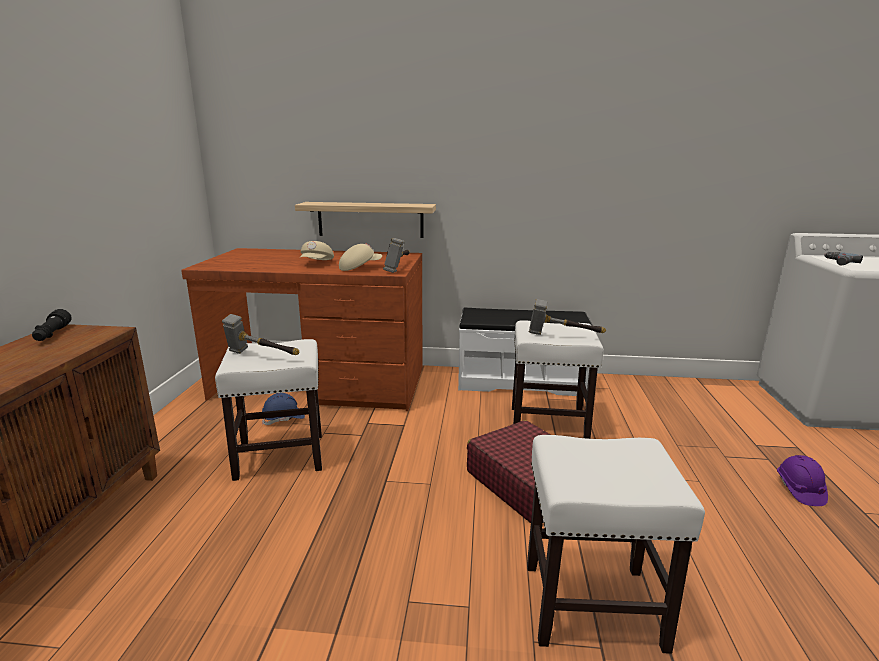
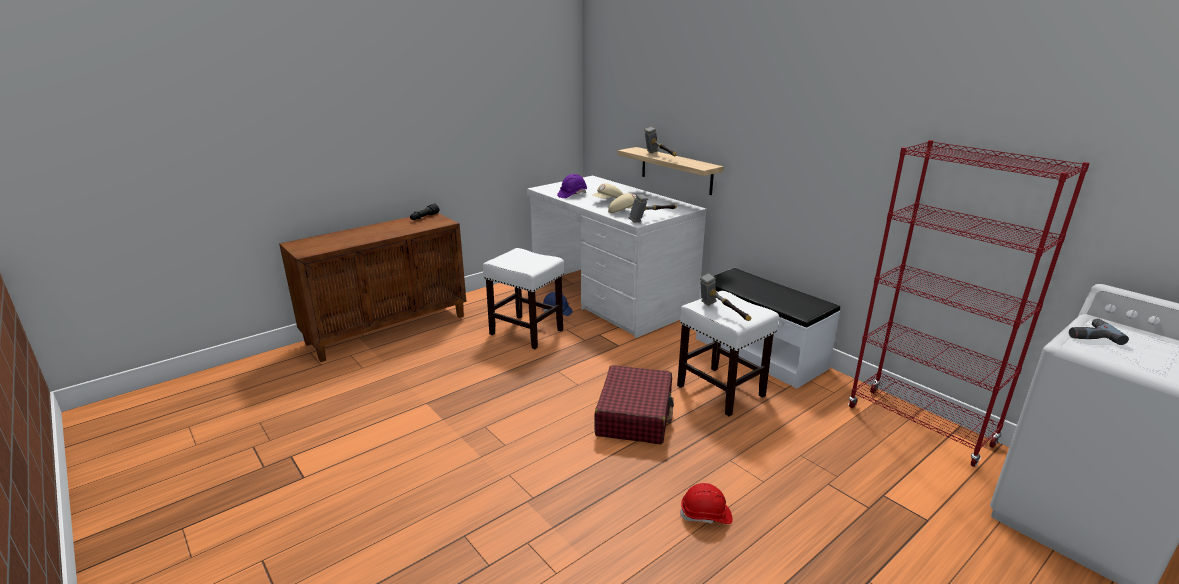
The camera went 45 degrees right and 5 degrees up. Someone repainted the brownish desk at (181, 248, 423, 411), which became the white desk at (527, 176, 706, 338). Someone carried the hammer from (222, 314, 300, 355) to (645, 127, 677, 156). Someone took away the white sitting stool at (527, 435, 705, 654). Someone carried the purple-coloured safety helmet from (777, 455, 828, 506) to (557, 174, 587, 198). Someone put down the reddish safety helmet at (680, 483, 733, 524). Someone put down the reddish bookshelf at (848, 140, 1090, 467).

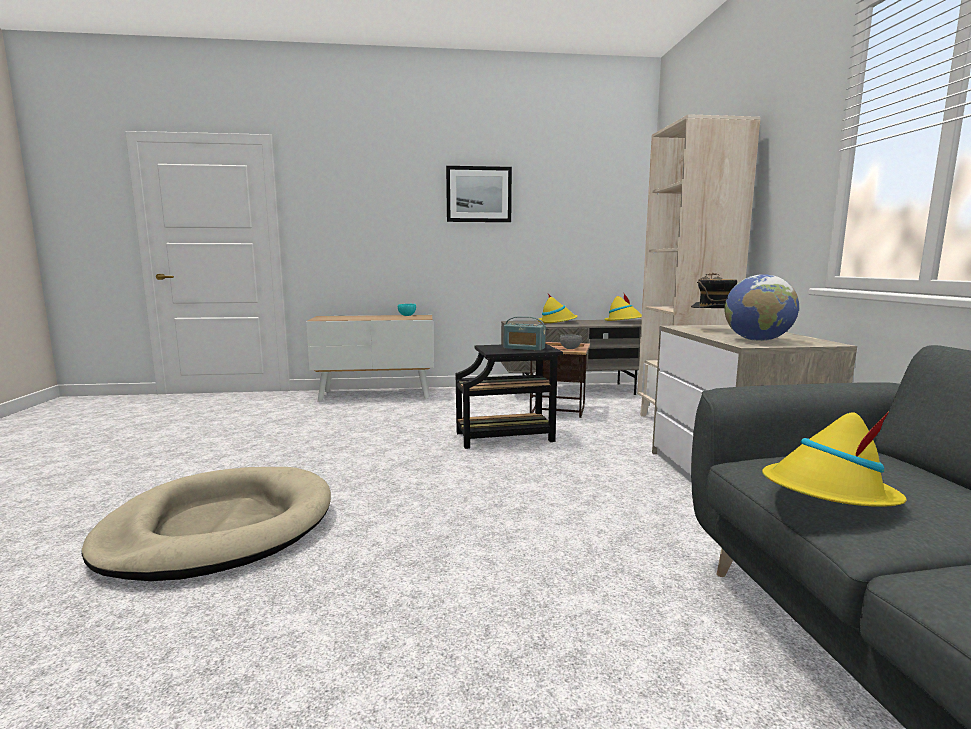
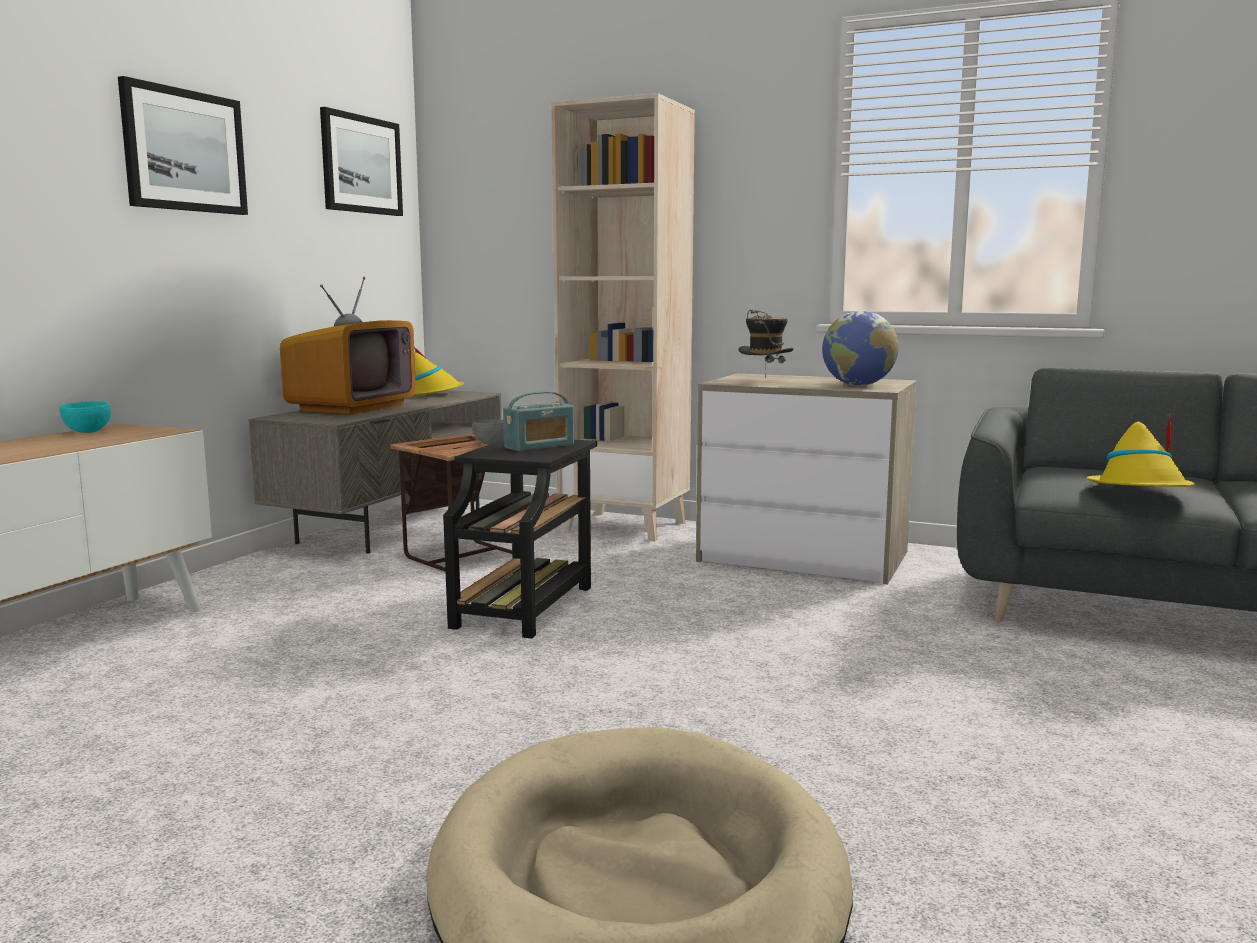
The camera went 60 degrees left and 0 degrees up. Someone swapped the yellow wearable hat at (537, 294, 578, 323) for the TV set at (280, 277, 416, 415). Someone put up the picture at (320, 107, 403, 216).

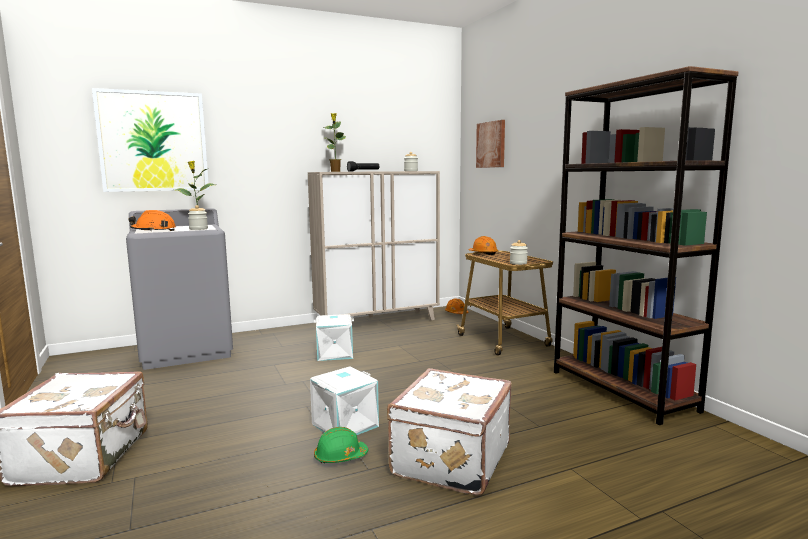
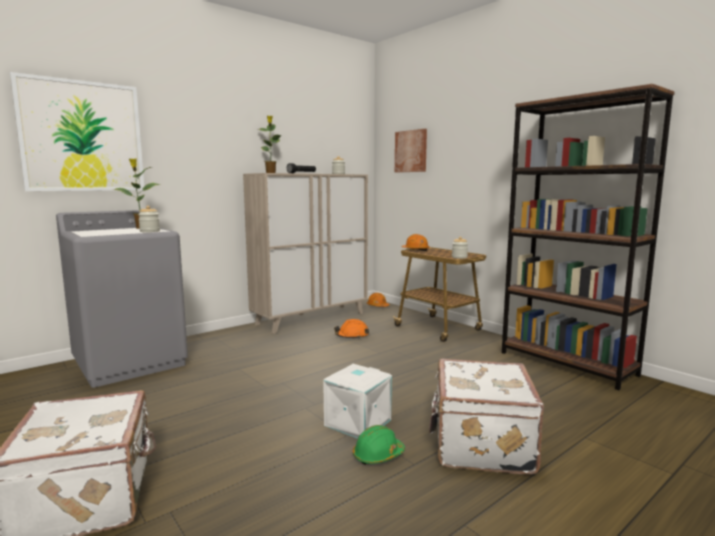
The camera went 15 degrees left and 0 degrees up. Someone carried the orange safety helmet from (128, 210, 176, 231) to (334, 319, 369, 339). Someone took away the white storage container at (314, 314, 354, 361).

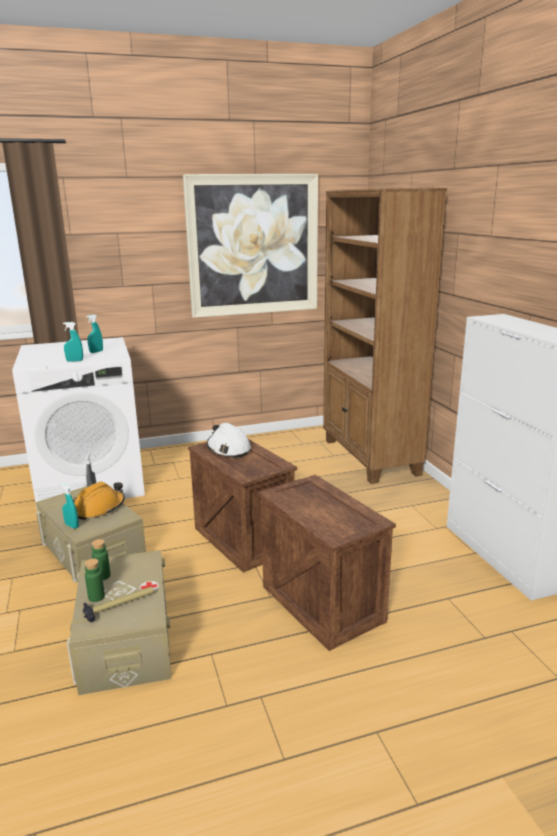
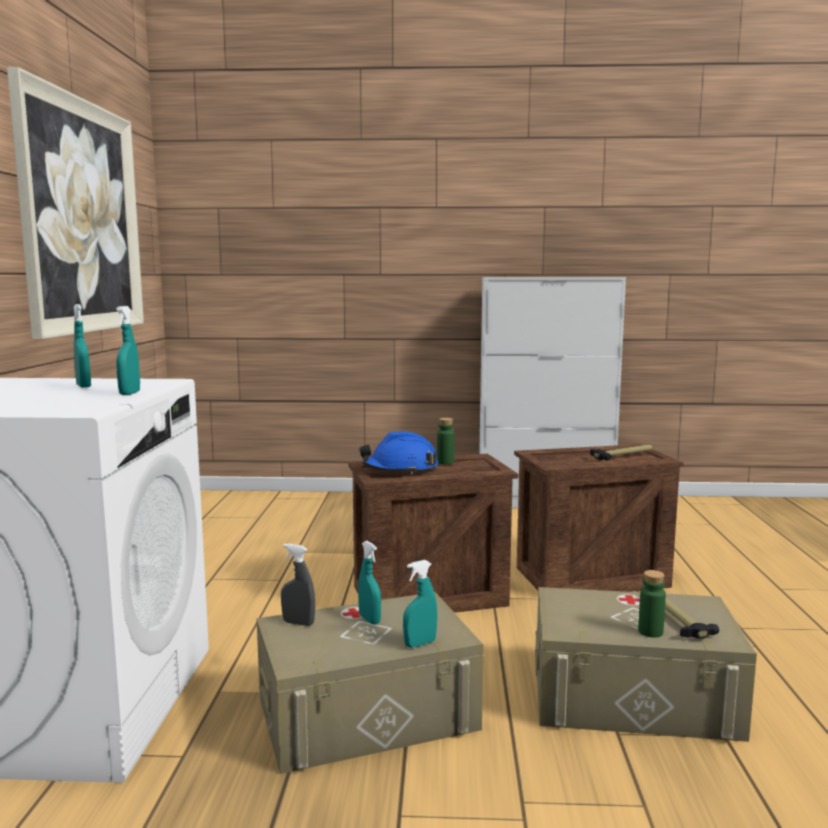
The camera went 70 degrees left and 10 degrees down. Someone swapped the orange safety helmet at (73, 482, 125, 520) for the turquoise sprayer at (358, 541, 381, 625). Someone carried the green-coloured drink bottle from (92, 539, 111, 580) to (437, 418, 454, 464). Someone repainted the white safety helmet at (207, 423, 251, 458), which became the bluish safety helmet at (359, 431, 438, 474). Someone took away the brownish bookshelf at (323, 188, 447, 484). Someone put down the hammer at (590, 445, 653, 460).

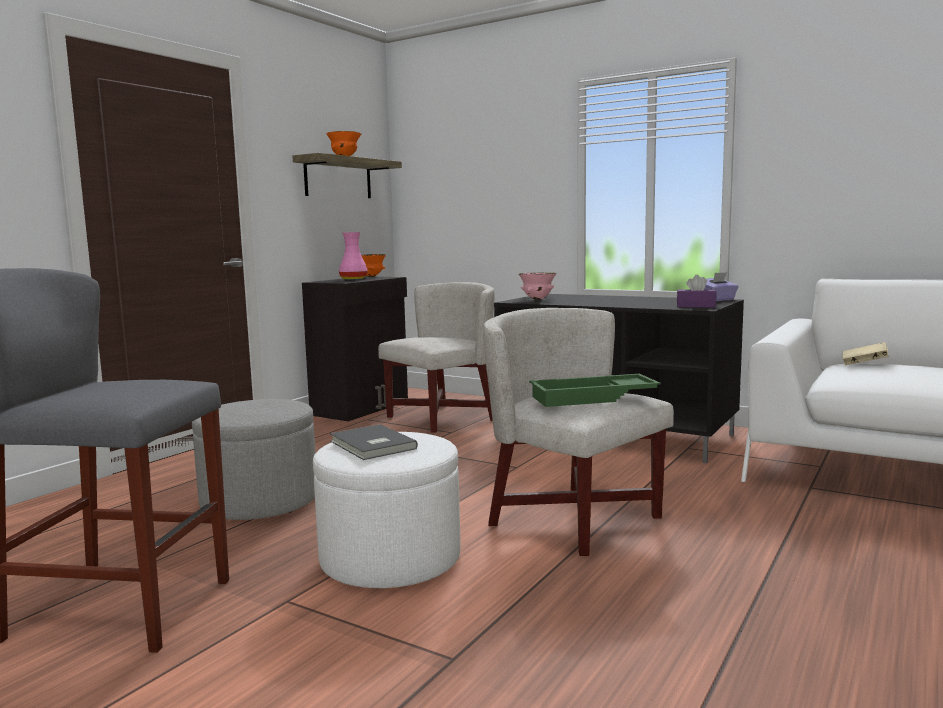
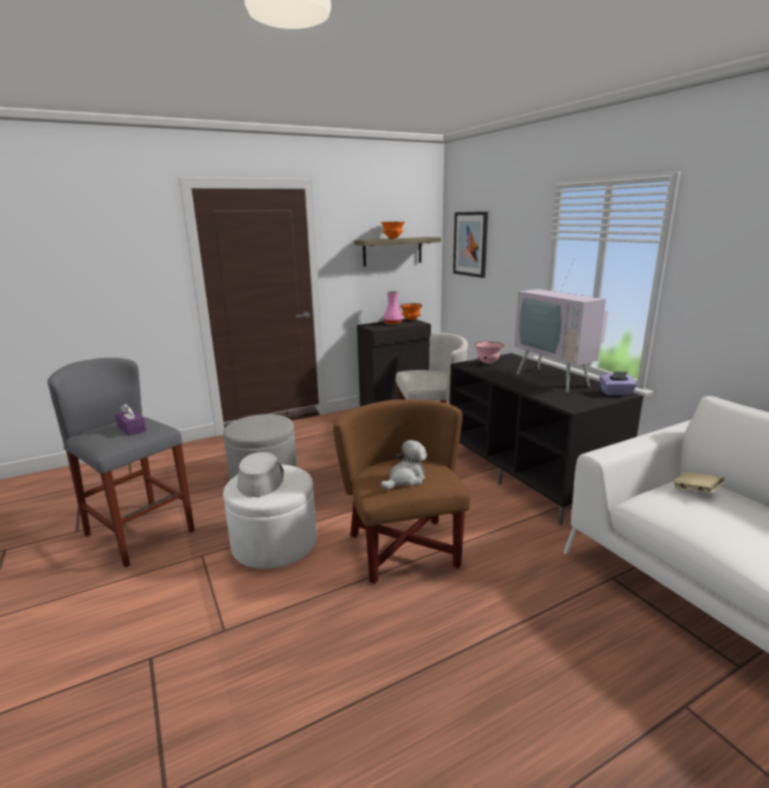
The camera went 30 degrees right and 10 degrees up. Someone swapped the gray bound book at (330, 424, 418, 460) for the gray wearable hat at (237, 452, 284, 497). Someone repainted the white armchair at (483, 308, 674, 556), which became the brownish armchair at (333, 399, 470, 584). Someone swapped the green-coloured serving tray at (529, 374, 661, 407) for the cuddly toy at (381, 440, 427, 489). Someone carried the purple-coloured box of tissues from (677, 275, 717, 308) to (115, 403, 146, 436). Someone put up the picture at (453, 212, 488, 278). Someone put down the TV set at (514, 255, 608, 392).

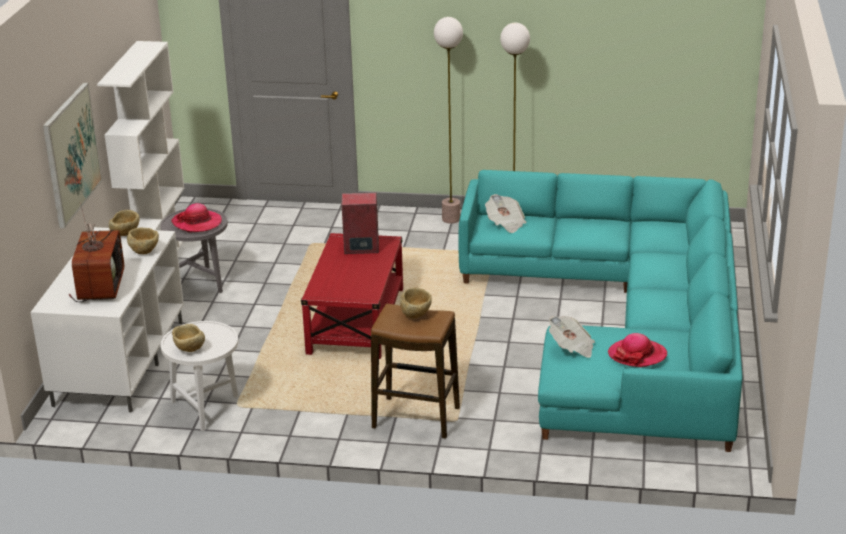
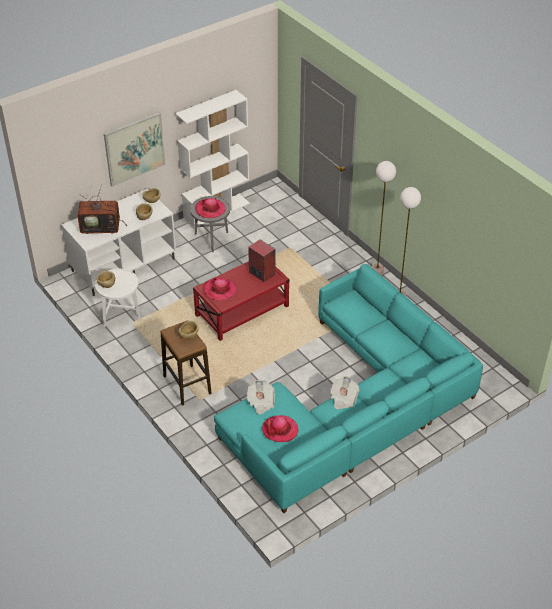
The camera went 45 degrees right and 15 degrees up. Someone rotated the TV set at (69, 202, 124, 302) by 45 degrees clockwise. Someone carried the newspaper from (485, 194, 526, 233) to (330, 376, 360, 409). Someone put down the wearable hat at (204, 278, 236, 301).

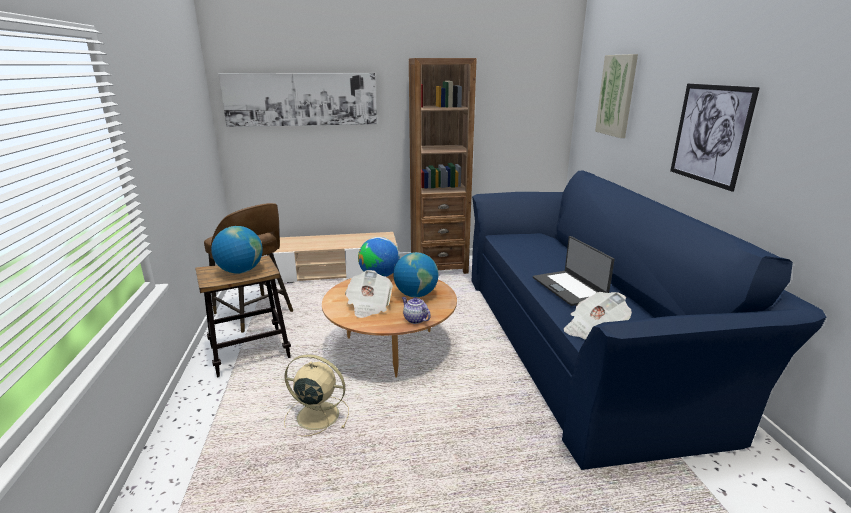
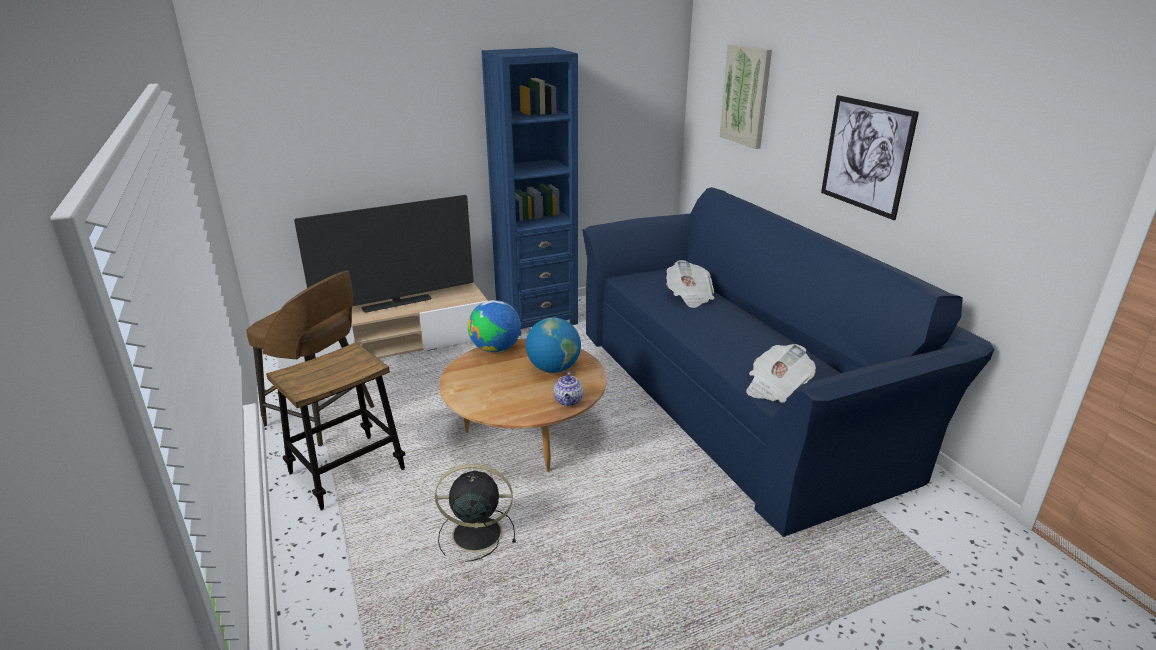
The camera went 15 degrees left and 5 degrees up. Someone took away the desk globe at (211, 226, 263, 273). Someone took away the picture at (218, 73, 377, 127). Someone repainted the sand-coloured electric fan at (284, 355, 349, 436), which became the black electric fan at (435, 464, 516, 562). Someone carried the newspaper from (345, 270, 393, 318) to (666, 260, 715, 308). Someone rotated the pot for tea at (402, 297, 431, 324) by 120 degrees counterclockwise. Someone repainted the brownish bookshelf at (409, 58, 477, 274), which became the bluish bookshelf at (481, 47, 578, 336). Someone took away the notebook computer at (533, 236, 615, 306). Someone put down the TV set at (294, 195, 474, 313).

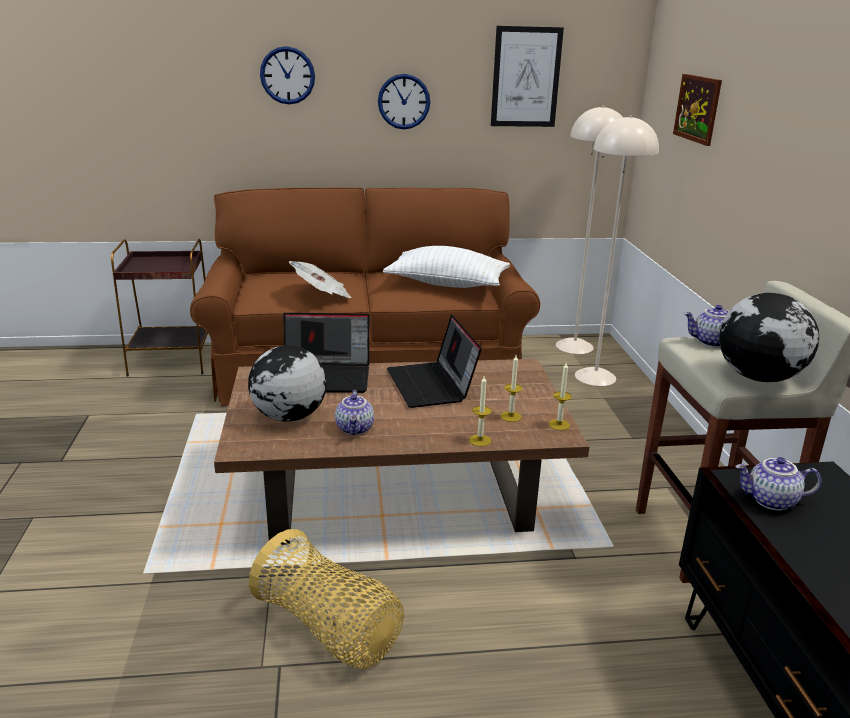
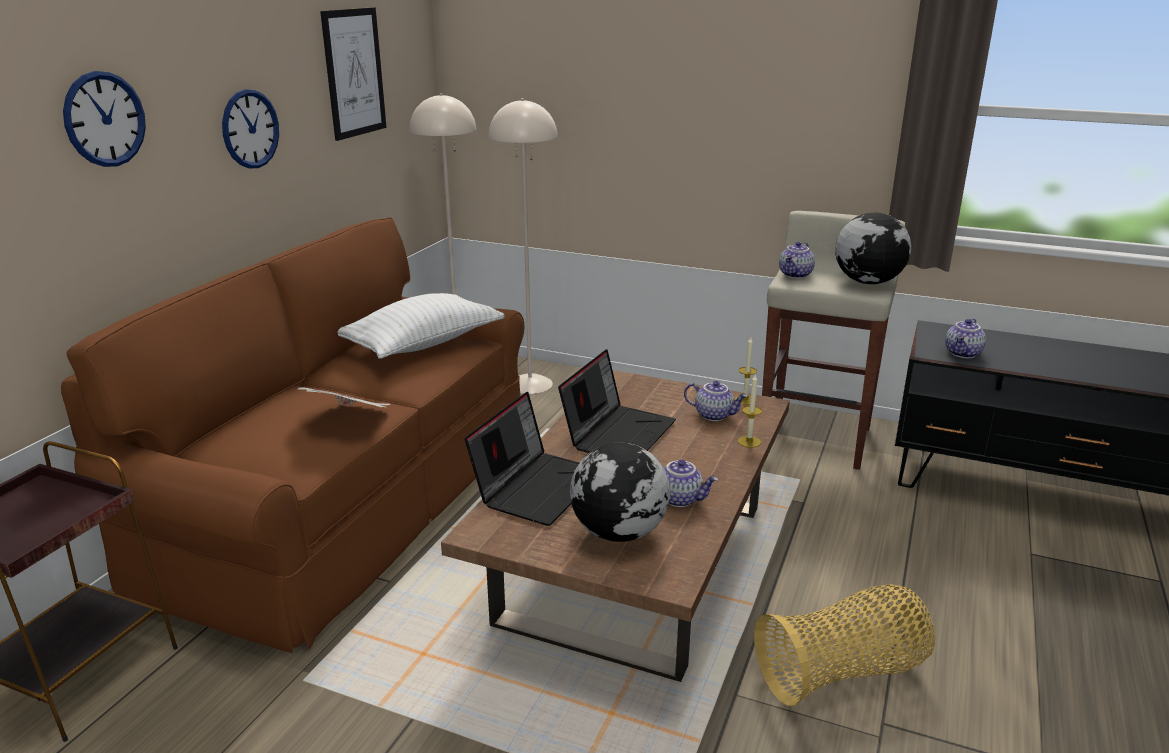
The camera went 60 degrees left and 0 degrees up. Someone rotated the notebook computer at (387, 314, 482, 408) by 75 degrees counterclockwise. Someone swapped the candle at (501, 355, 522, 422) for the pot for tea at (684, 381, 748, 421). Someone took away the picture at (673, 74, 722, 146).

